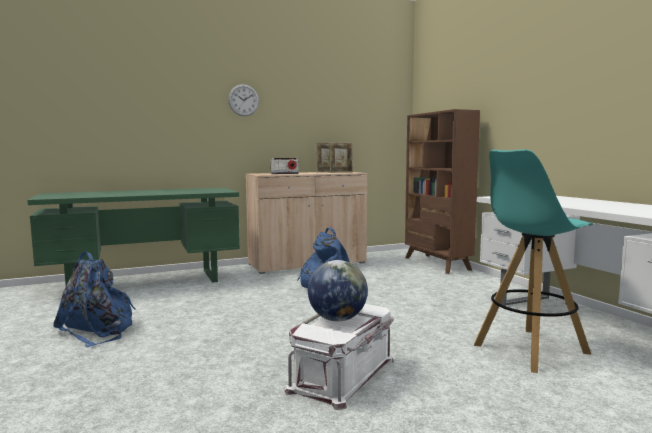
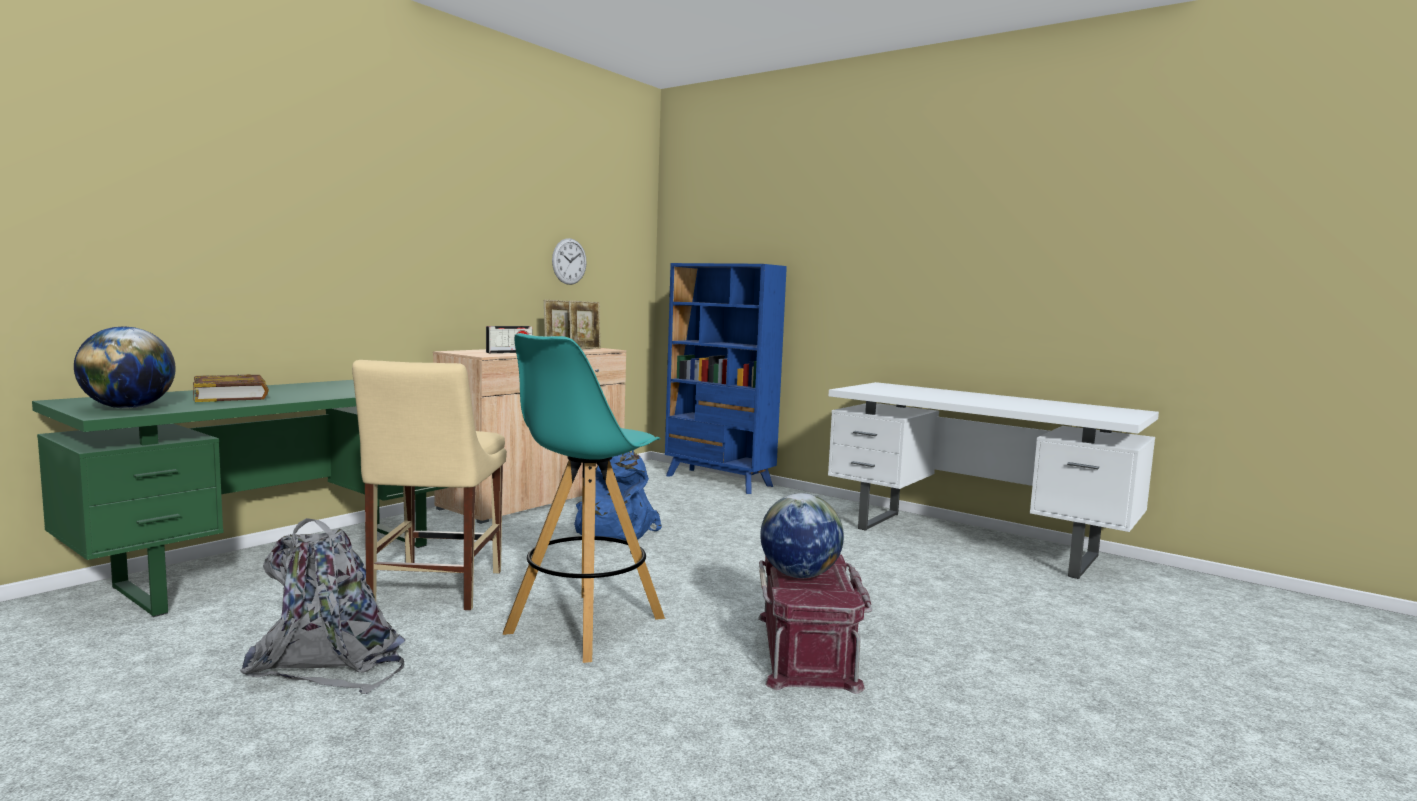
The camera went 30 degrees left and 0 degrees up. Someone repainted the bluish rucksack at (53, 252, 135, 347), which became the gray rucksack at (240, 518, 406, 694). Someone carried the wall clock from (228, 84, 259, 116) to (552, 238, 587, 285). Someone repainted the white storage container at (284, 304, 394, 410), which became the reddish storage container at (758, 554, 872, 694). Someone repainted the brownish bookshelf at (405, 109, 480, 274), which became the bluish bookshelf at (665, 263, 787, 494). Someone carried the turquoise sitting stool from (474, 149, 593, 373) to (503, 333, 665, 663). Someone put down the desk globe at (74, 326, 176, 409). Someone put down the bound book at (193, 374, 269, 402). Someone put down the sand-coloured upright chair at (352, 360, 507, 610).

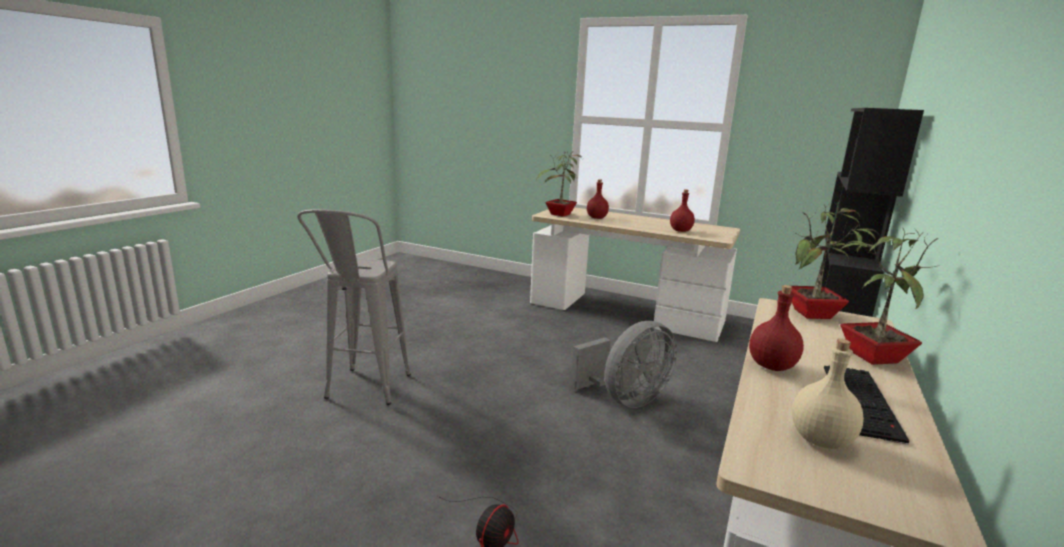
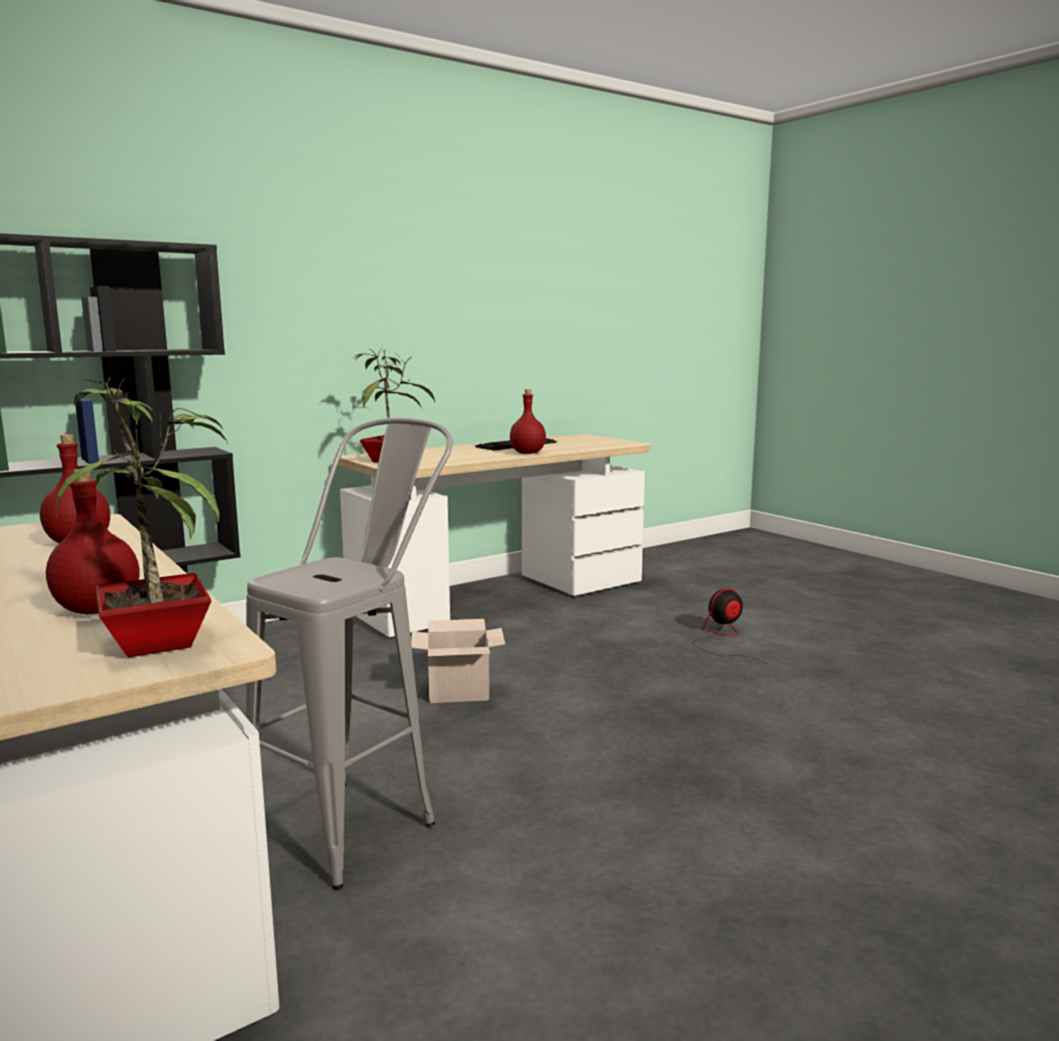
The camera went 150 degrees left and 5 degrees down. Someone carried the gray sitting stool from (297, 209, 411, 405) to (246, 418, 453, 890). Someone swapped the gray electric fan at (571, 321, 677, 408) for the carton at (411, 619, 505, 703). Someone took away the sand-coloured drink bottle at (792, 339, 864, 449). Someone took away the plant in a pot at (840, 229, 938, 365).

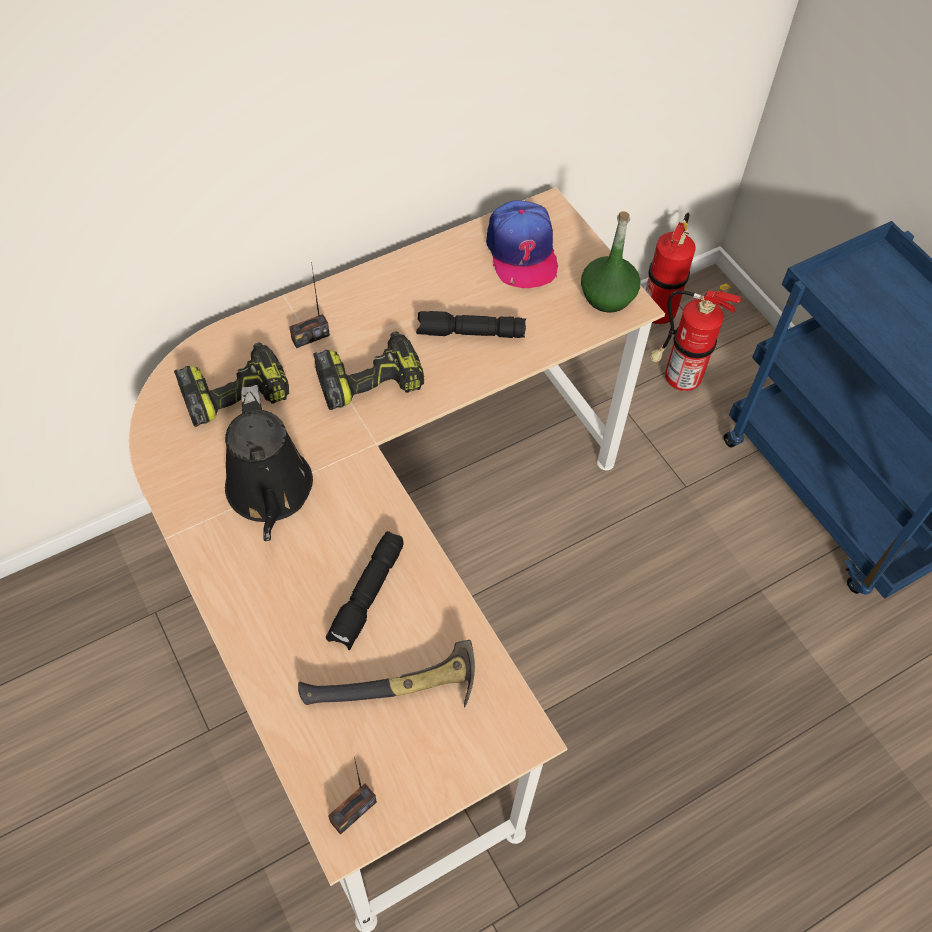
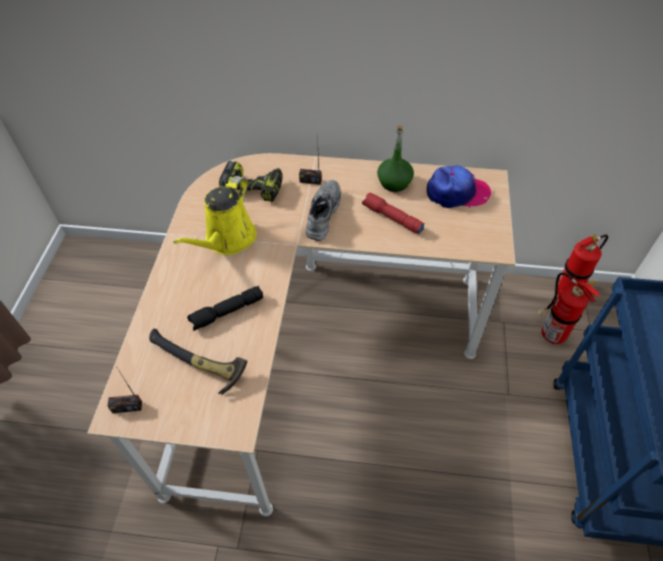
The camera went 40 degrees right and 5 degrees down. Someone repainted the black watering pot at (225, 385, 313, 541), which became the yellow watering pot at (173, 176, 257, 255). Someone swapped the drill at (313, 331, 424, 410) for the gray low shoe at (306, 180, 341, 241). Someone repainted the black hand torch at (416, 311, 526, 338), which became the reddish hand torch at (362, 193, 424, 234). Someone rotated the baseball cap at (486, 200, 558, 288) by 120 degrees counterclockwise. Someone carried the green-coloured drink bottle from (581, 211, 640, 313) to (377, 125, 414, 192).

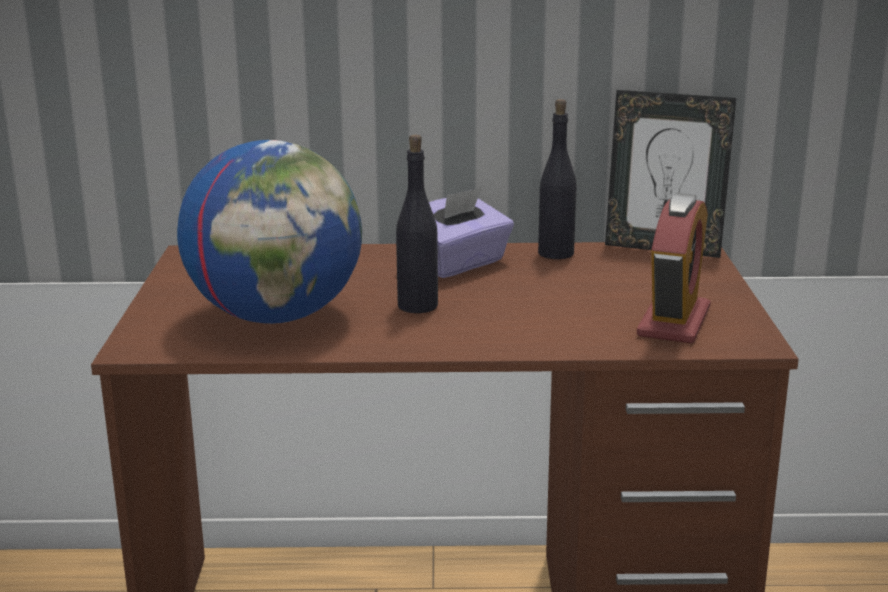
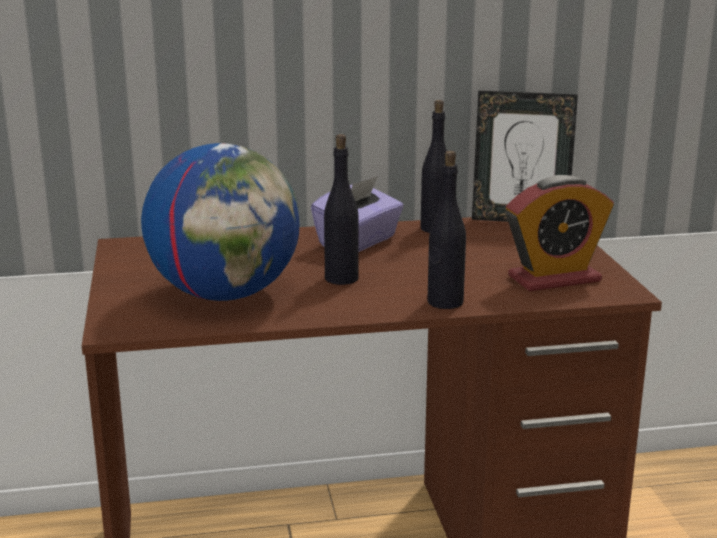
The camera went 10 degrees left and 0 degrees up. Someone rotated the bedside clock at (637, 193, 711, 343) by 60 degrees clockwise. Someone put down the black drink bottle at (427, 151, 466, 309).

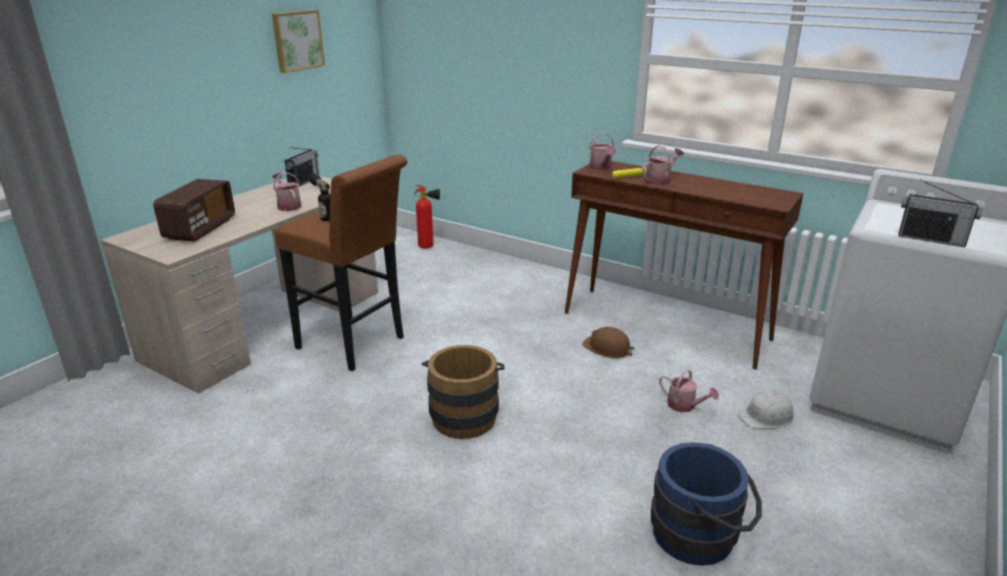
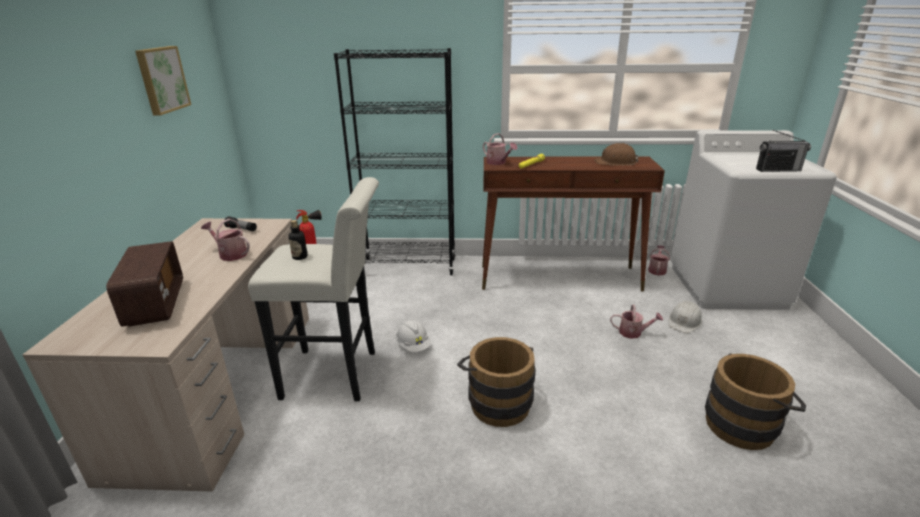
The camera went 30 degrees left and 0 degrees up. Someone repainted the brownish sitting stool at (275, 155, 407, 371), which became the white sitting stool at (248, 177, 379, 401). Someone took away the radio at (284, 147, 319, 187). Someone carried the brownish safety helmet from (582, 327, 635, 359) to (594, 143, 639, 166). Someone carried the watering pot from (642, 145, 684, 186) to (648, 245, 670, 276). Someone repainted the bluish water bucket at (651, 442, 762, 566), which became the brownish water bucket at (705, 353, 806, 450). Someone put down the black bookshelf at (334, 48, 456, 275). Someone put down the white safety helmet at (396, 319, 431, 352).

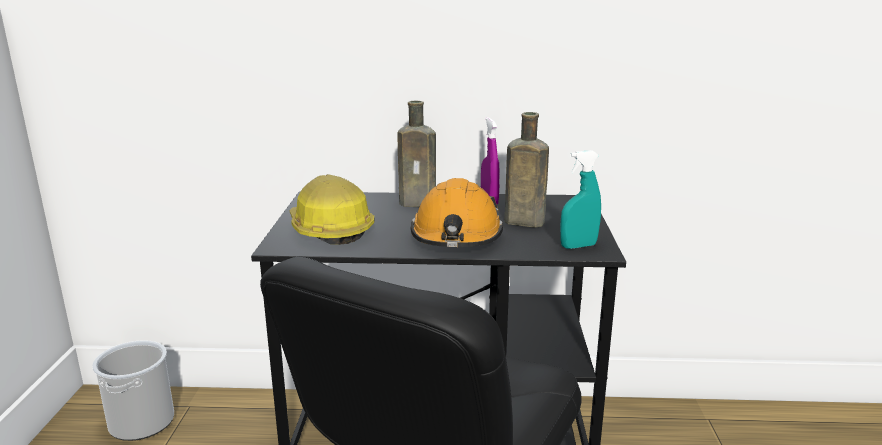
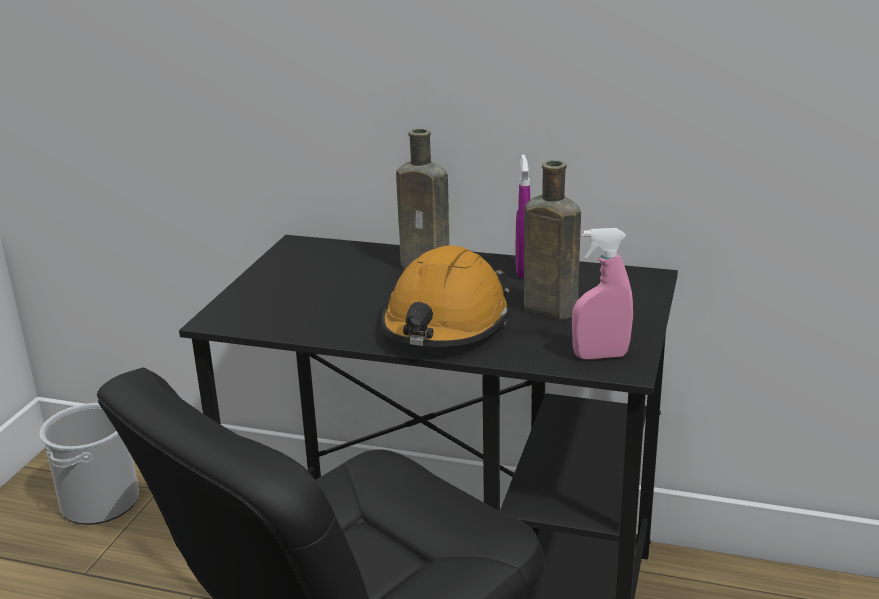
The camera went 15 degrees right and 5 degrees up. Someone took away the safety helmet at (289, 174, 375, 245). Someone repainted the turquoise sprayer at (560, 150, 601, 249), which became the pink-coloured sprayer at (572, 228, 633, 359).

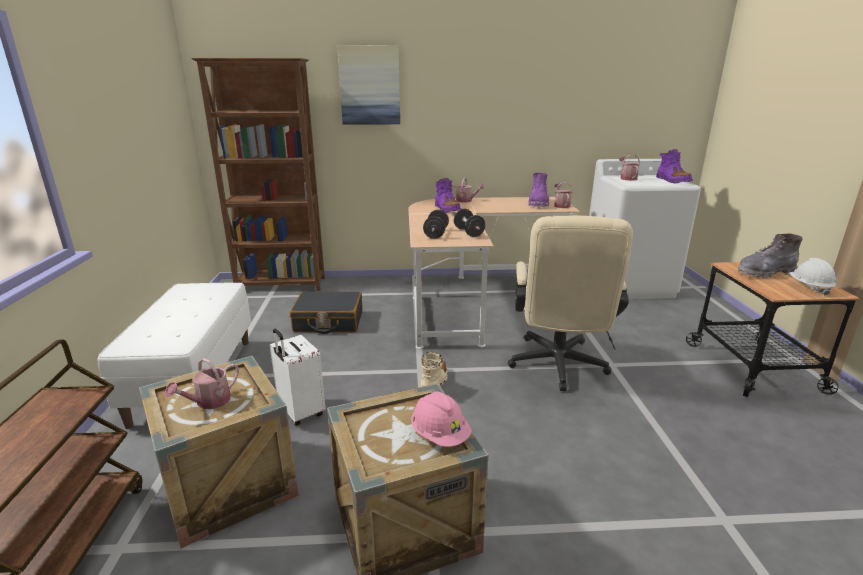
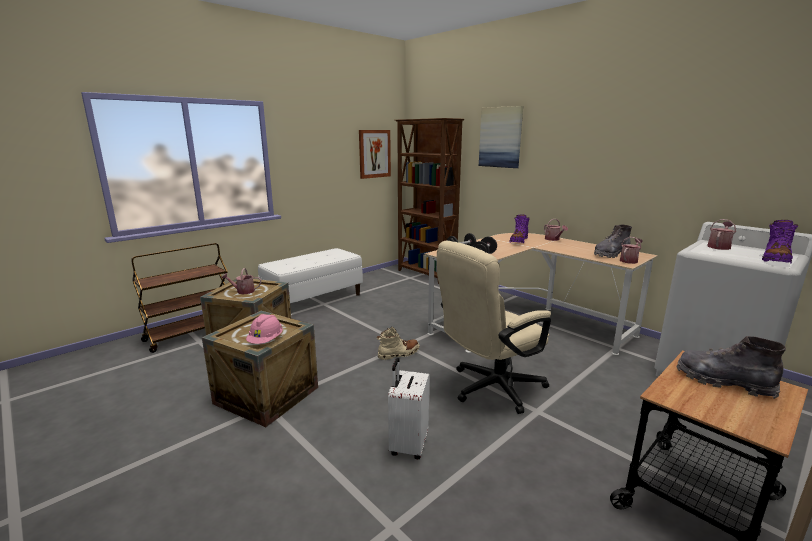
The camera went 50 degrees right and 5 degrees down. Someone carried the white piece of luggage from (270, 329, 326, 426) to (388, 358, 429, 459). Someone took away the black piece of luggage at (290, 292, 363, 334). Someone repainted the purple-coloured boot at (528, 173, 549, 207), which became the gray boot at (594, 225, 632, 258). Someone took away the white safety helmet at (789, 258, 836, 296). Someone put up the picture at (359, 130, 391, 179).

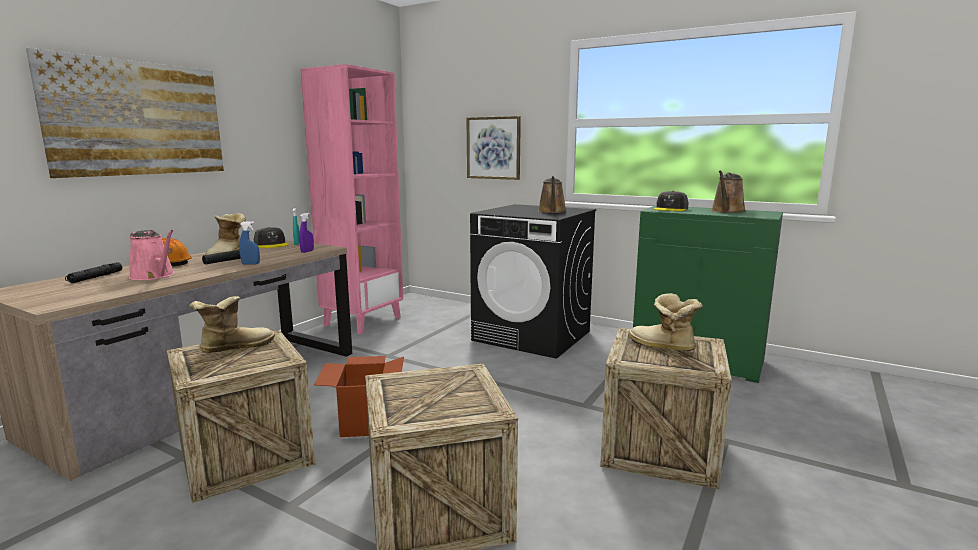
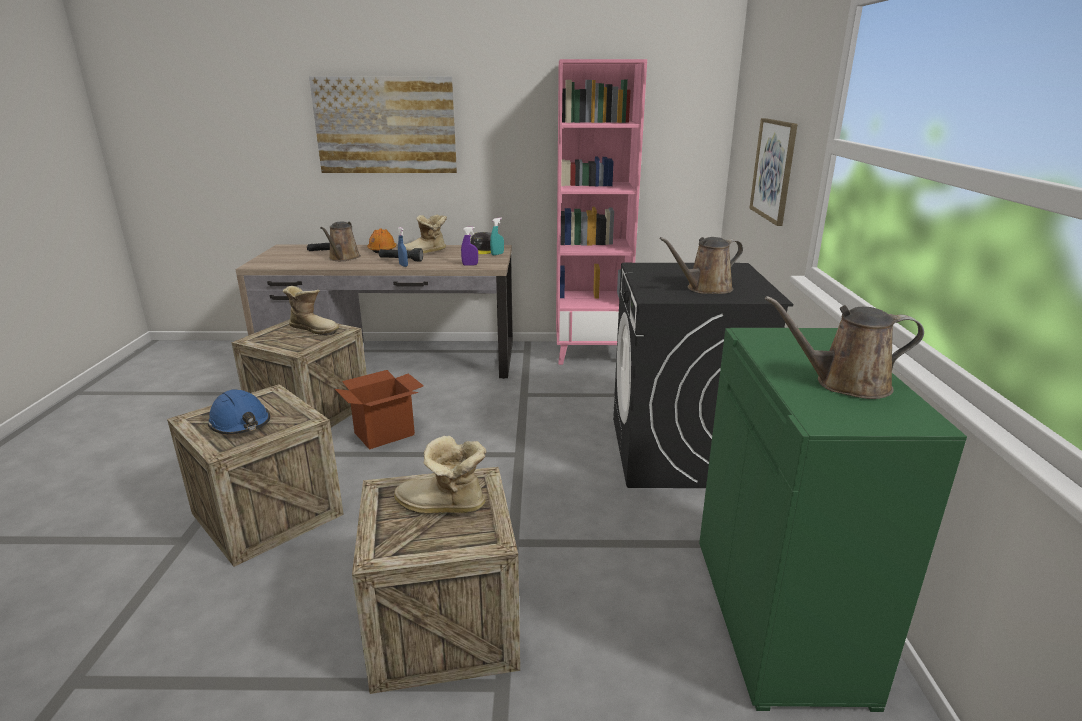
The camera went 60 degrees right and 10 degrees up. Someone repainted the pink-coloured watering pot at (129, 230, 174, 280), which became the brownish watering pot at (320, 221, 361, 261). Someone rotated the boot at (628, 293, 703, 351) by 90 degrees counterclockwise. Someone took away the gray baseball cap at (653, 191, 689, 211). Someone put down the bluish safety helmet at (208, 390, 270, 435).

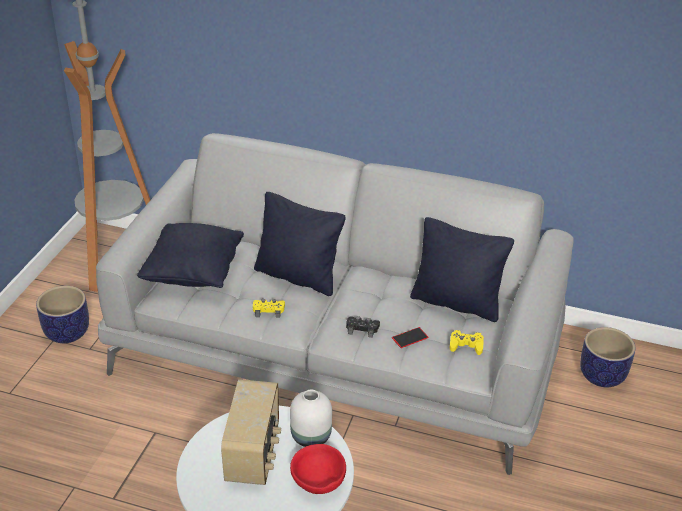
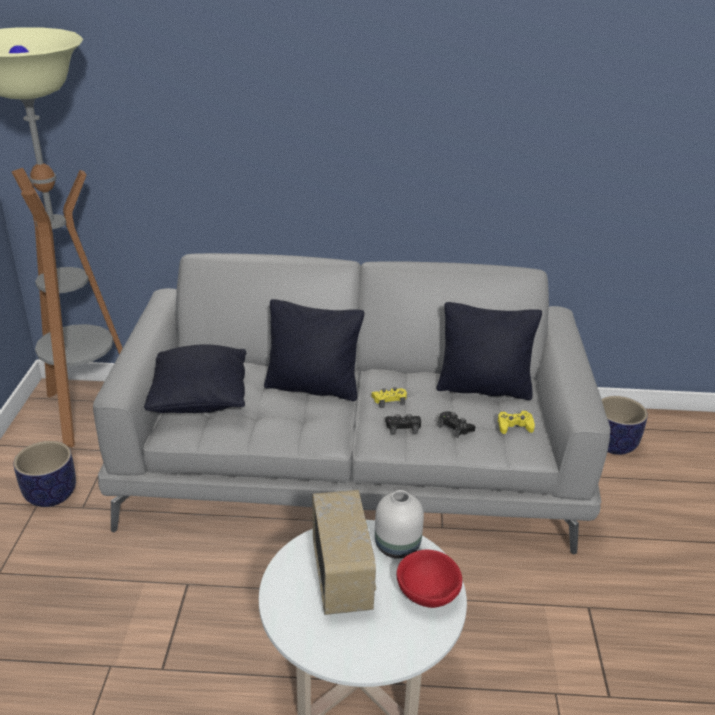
The camera went 15 degrees left and 5 degrees down. Someone carried the yellow game controller from (253, 299, 285, 318) to (372, 387, 407, 408). Someone swapped the phone at (392, 327, 429, 348) for the black game controller at (438, 411, 475, 438).

